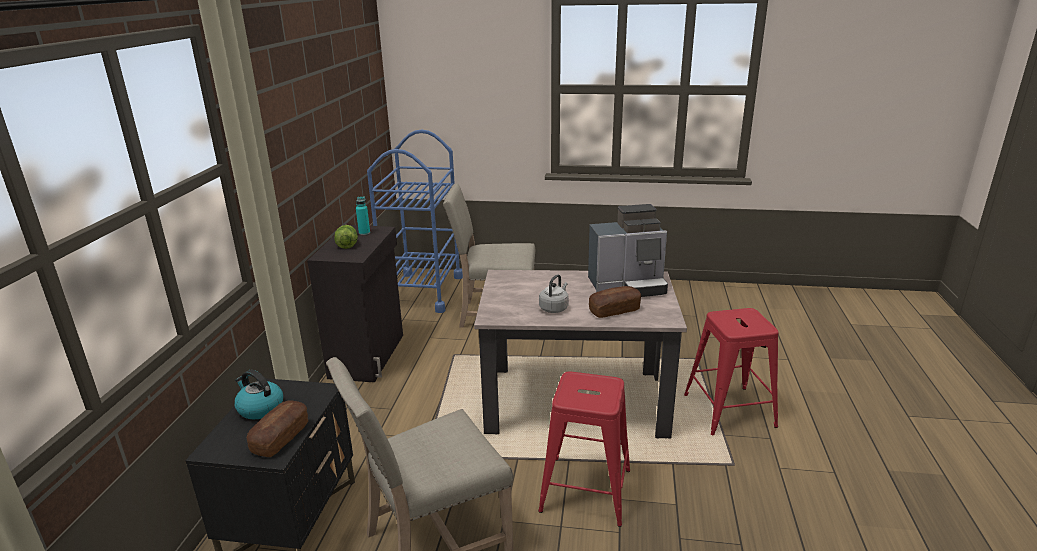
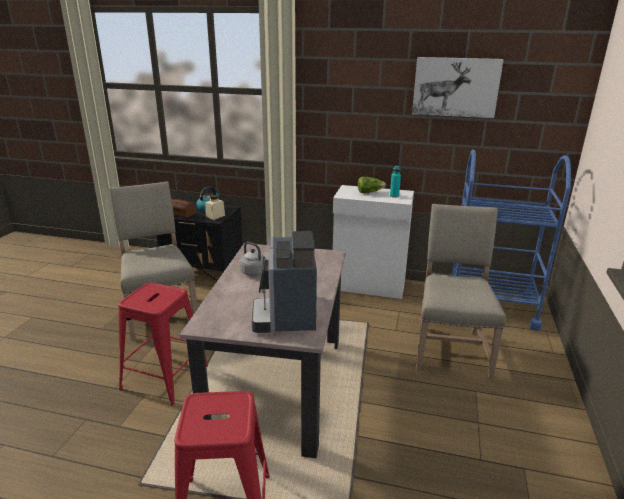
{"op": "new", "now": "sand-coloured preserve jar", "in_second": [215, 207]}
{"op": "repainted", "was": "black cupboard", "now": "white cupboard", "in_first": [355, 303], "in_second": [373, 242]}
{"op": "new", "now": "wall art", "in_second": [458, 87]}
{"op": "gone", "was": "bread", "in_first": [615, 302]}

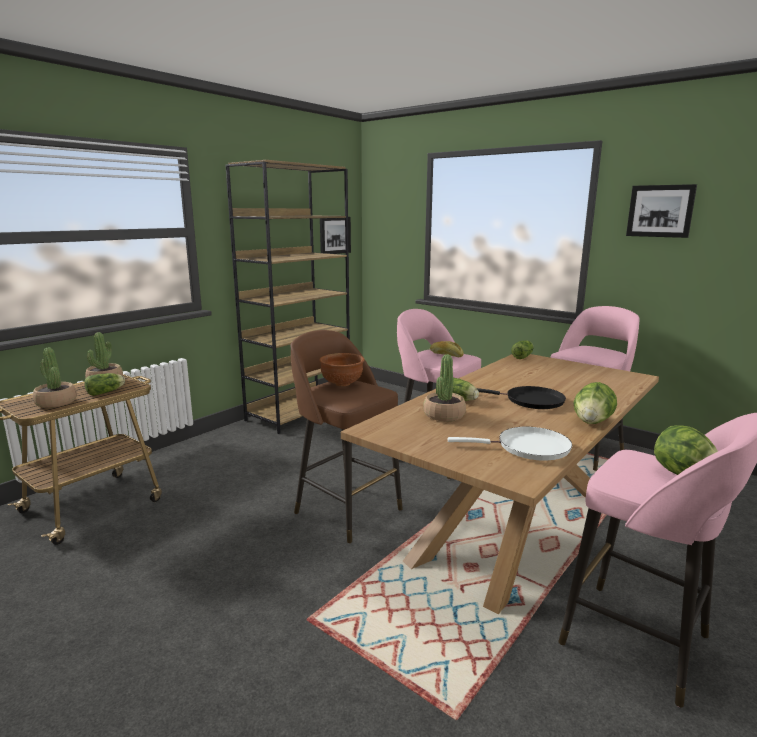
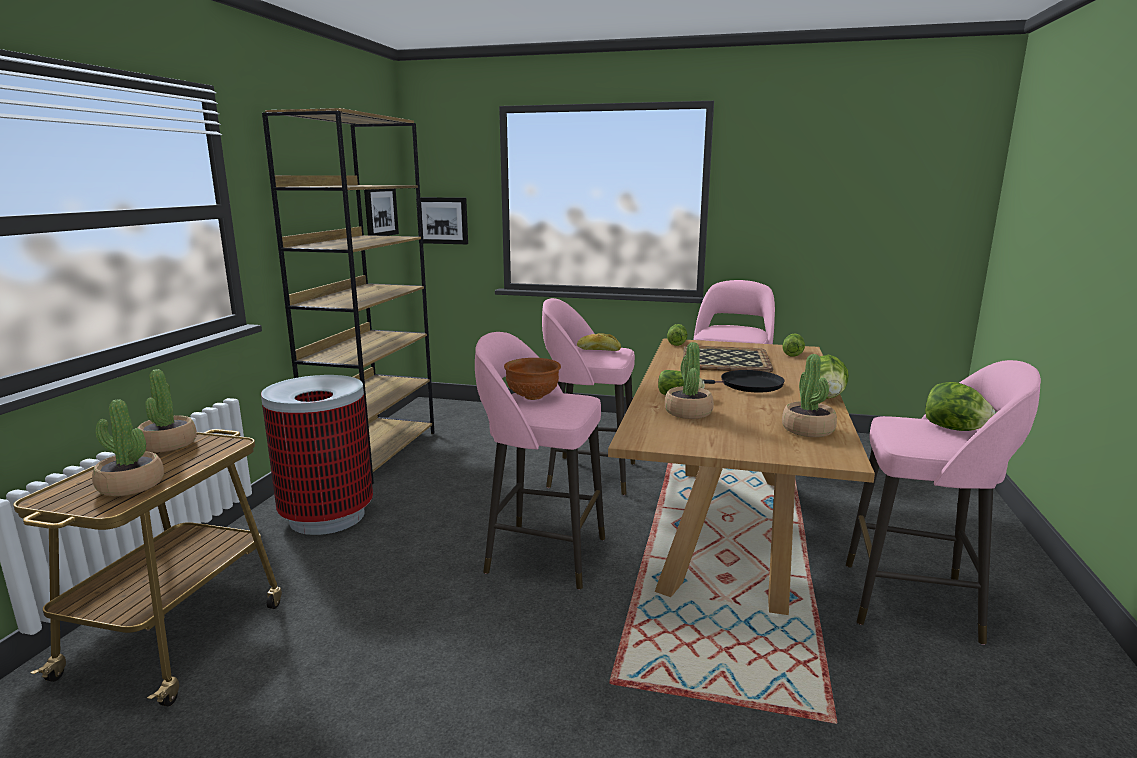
{"op": "new", "now": "waste bin", "in_second": [317, 455]}
{"op": "shifted", "was": "wall art", "in_first": [661, 211], "in_second": [442, 220]}
{"op": "repainted", "was": "brownish sitting stool", "now": "pink sitting stool", "in_first": [347, 436], "in_second": [540, 461]}
{"op": "new", "now": "carrying tray", "in_second": [728, 359]}
{"op": "shifted", "was": "lettuce head", "in_first": [104, 384], "in_second": [793, 345]}
{"op": "swapped", "was": "white pan", "now": "houseplant", "in_first": [510, 444], "in_second": [809, 395]}

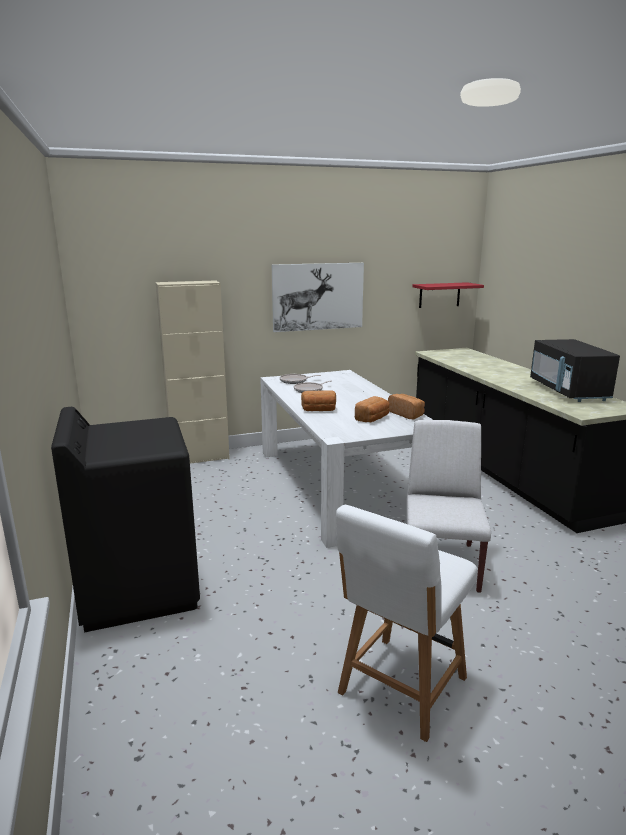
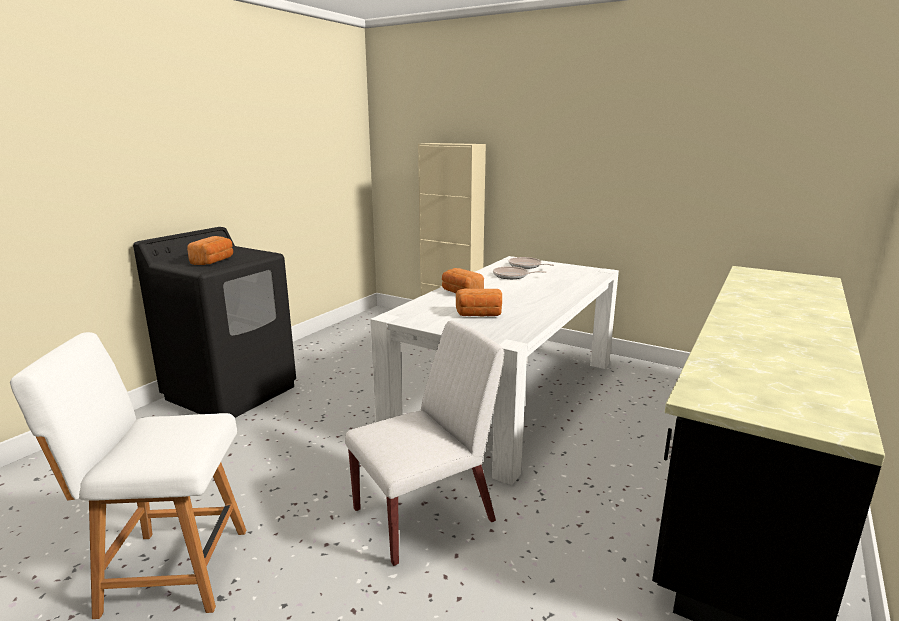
{"op": "shifted", "was": "bread", "in_first": [406, 406], "in_second": [210, 250]}
{"op": "gone", "was": "wall art", "in_first": [318, 297]}
{"op": "gone", "was": "red bracket shelf", "in_first": [448, 295]}
{"op": "gone", "was": "black microwave", "in_first": [575, 370]}

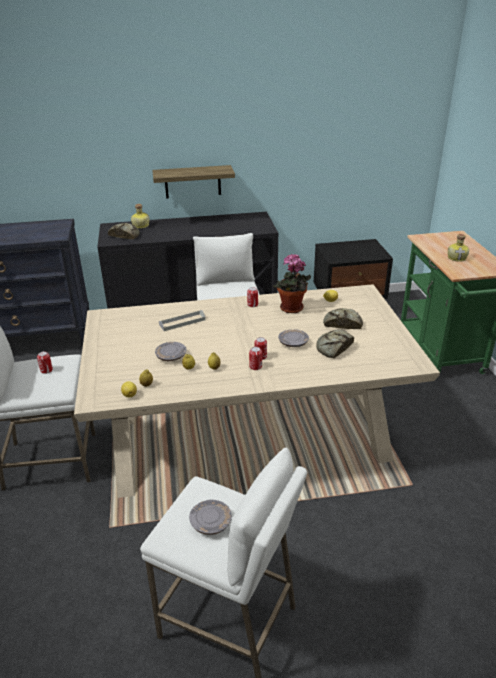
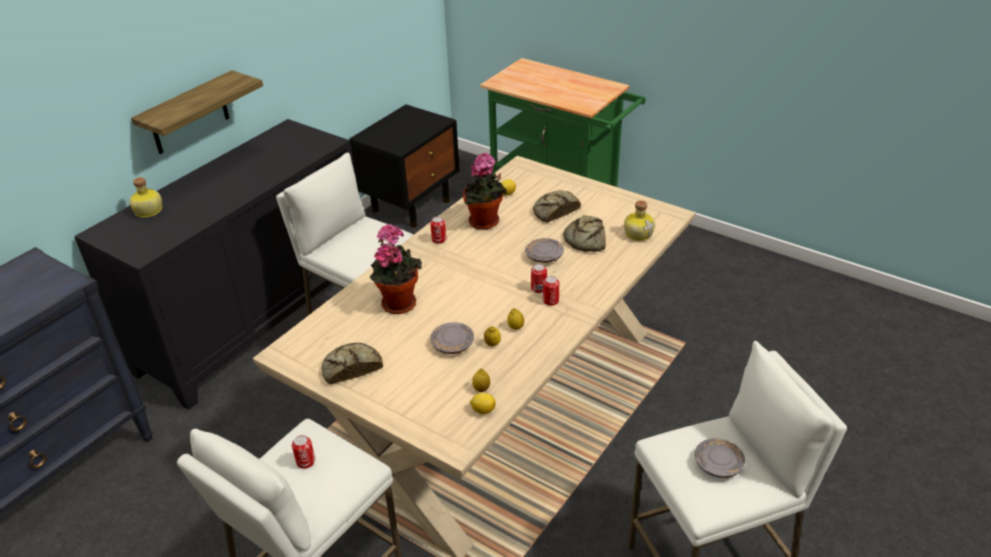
{"op": "shifted", "was": "bread", "in_first": [124, 231], "in_second": [352, 364]}
{"op": "swapped", "was": "greyish carrying tray", "now": "houseplant", "in_first": [182, 320], "in_second": [395, 269]}
{"op": "shifted", "was": "drink bottle", "in_first": [458, 248], "in_second": [639, 220]}

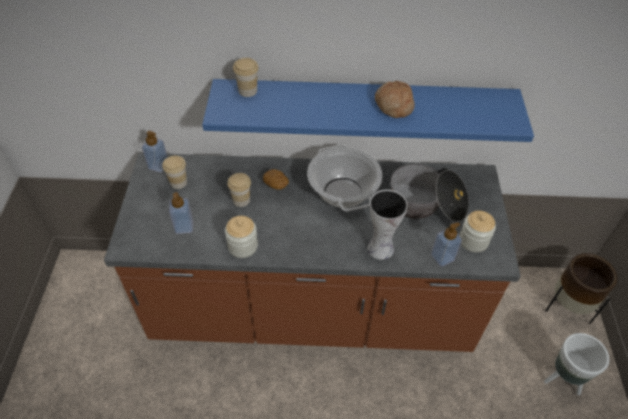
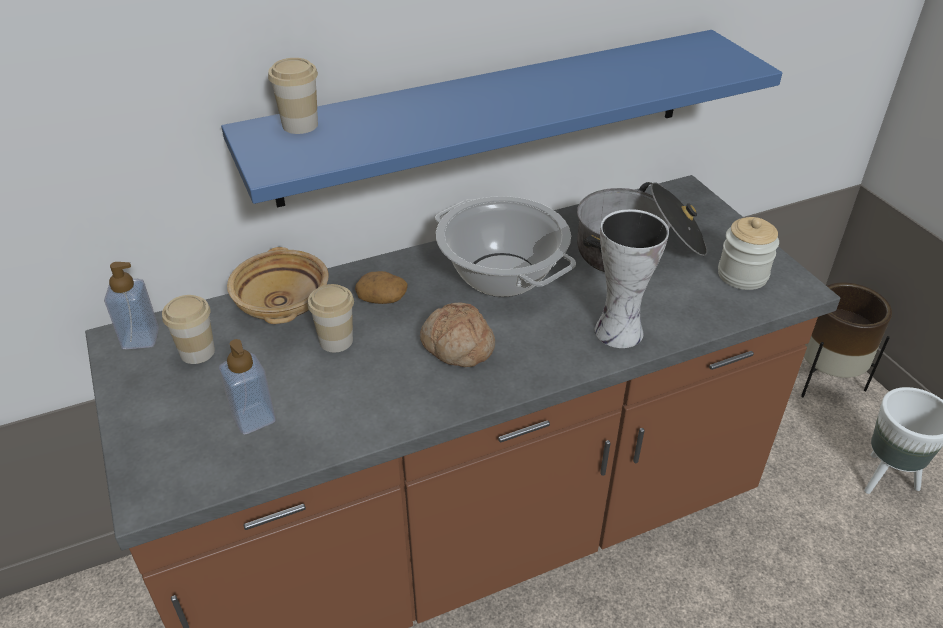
{"op": "new", "now": "sand-coloured deep dish", "in_second": [278, 285]}
{"op": "shifted", "was": "bread", "in_first": [395, 99], "in_second": [457, 335]}
{"op": "gone", "was": "preserve jar", "in_first": [241, 237]}
{"op": "gone", "was": "soap bottle", "in_first": [446, 244]}

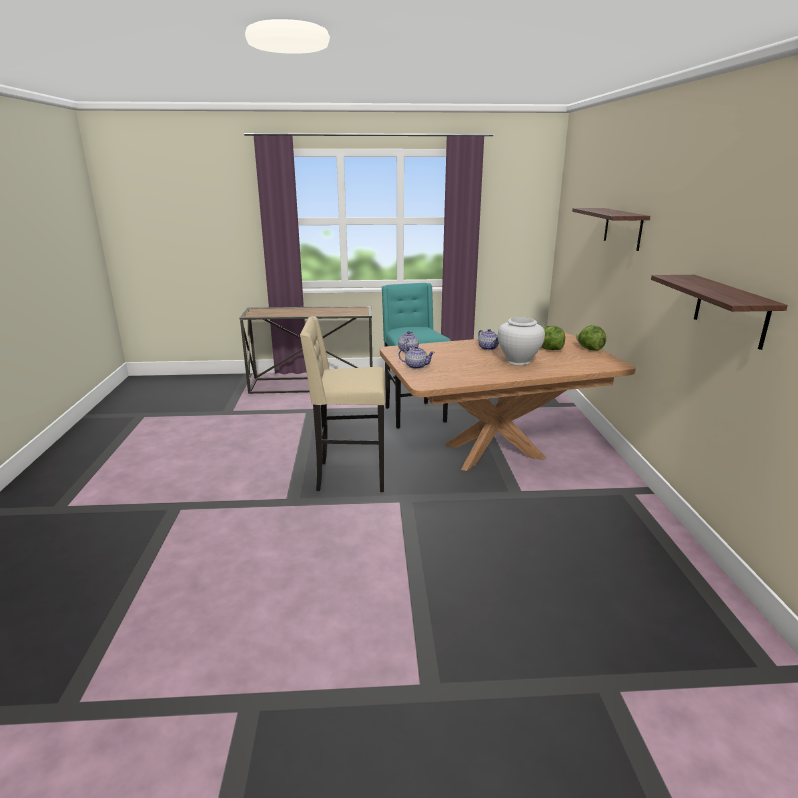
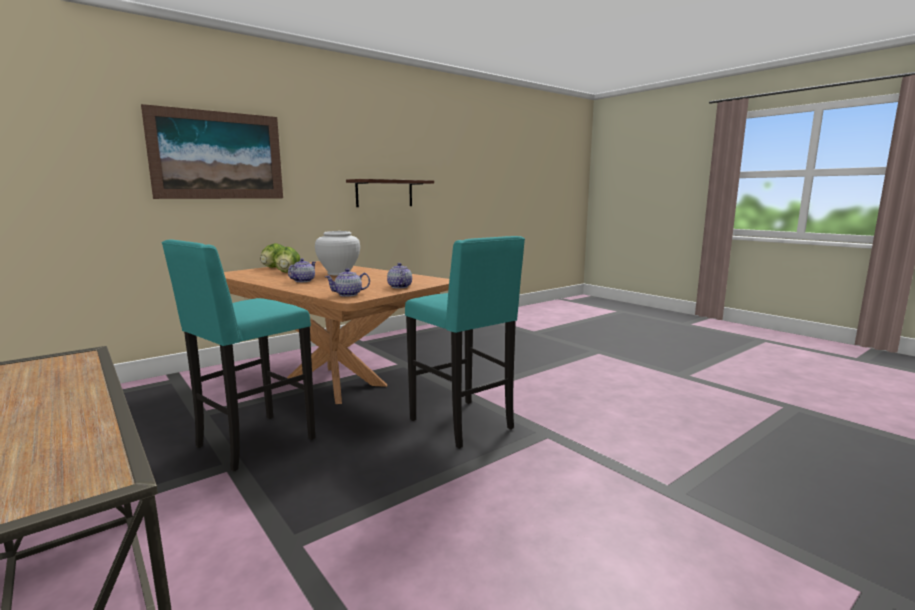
{"op": "swapped", "was": "bracket shelf", "now": "wall art", "in_first": [611, 229], "in_second": [212, 151]}
{"op": "repainted", "was": "sand-coloured sitting stool", "now": "turquoise sitting stool", "in_first": [342, 404], "in_second": [465, 342]}

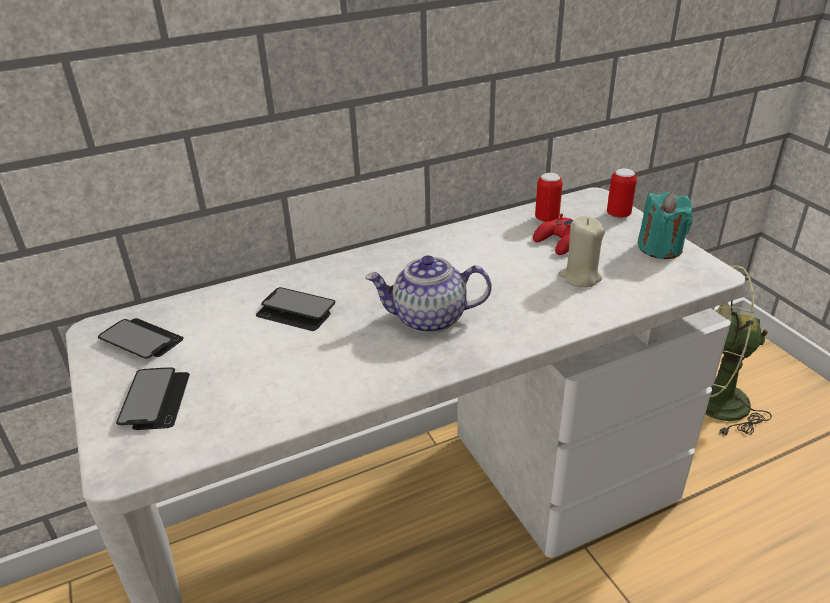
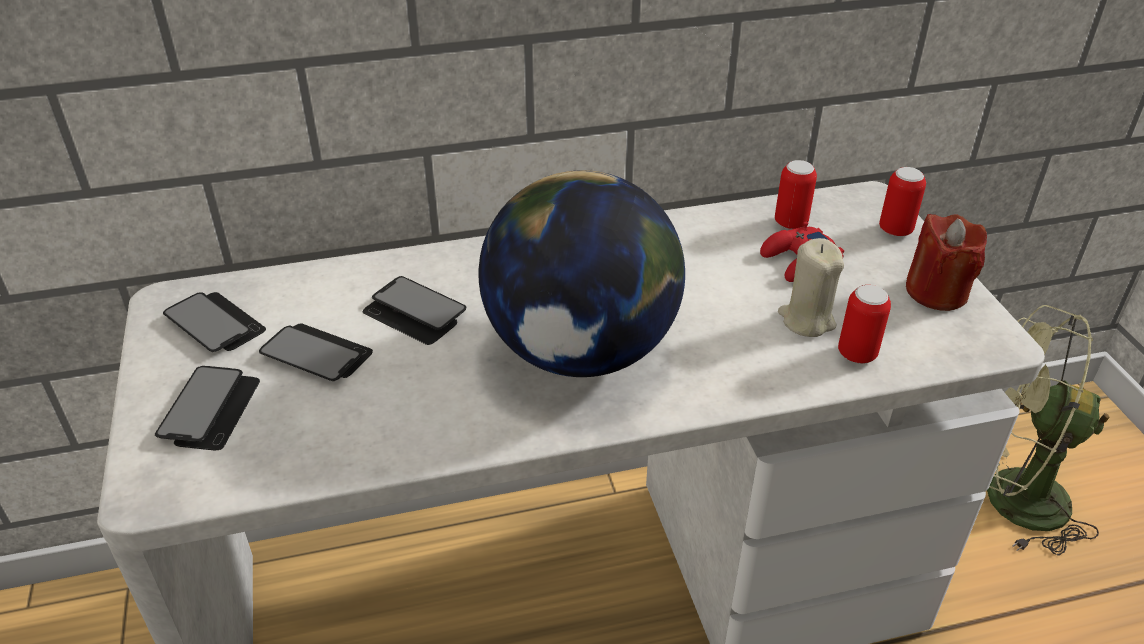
{"op": "new", "now": "telephone", "in_second": [316, 352]}
{"op": "swapped", "was": "tea pot", "now": "desk globe", "in_first": [428, 294], "in_second": [581, 273]}
{"op": "new", "now": "sealed can", "in_second": [864, 324]}
{"op": "repainted", "was": "turquoise wax light", "now": "red wax light", "in_first": [665, 225], "in_second": [946, 262]}

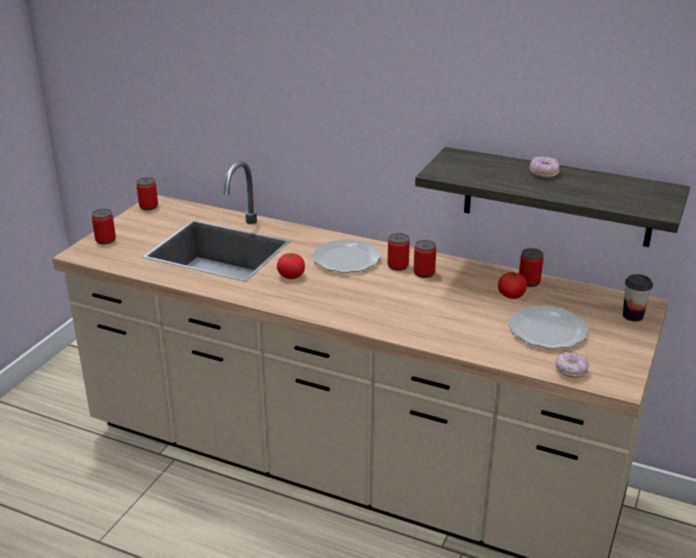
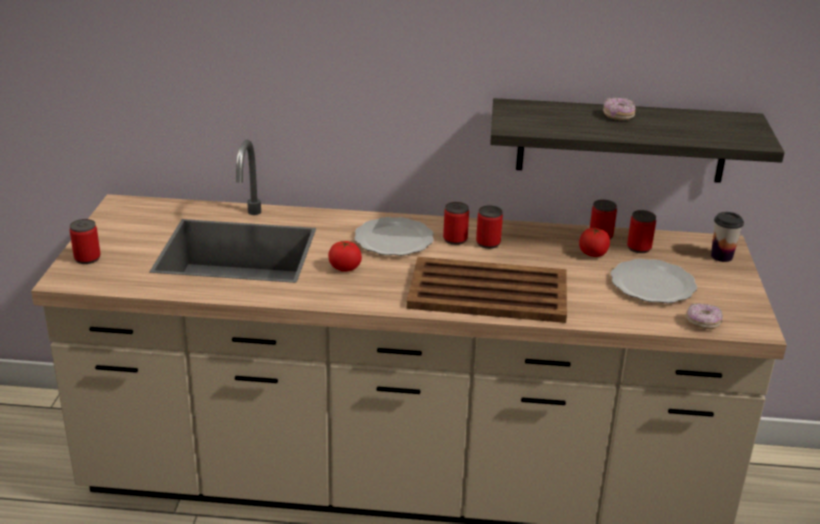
{"op": "new", "now": "brownish carrying tray", "in_second": [487, 290]}
{"op": "shifted", "was": "sealed can", "in_first": [147, 193], "in_second": [641, 231]}

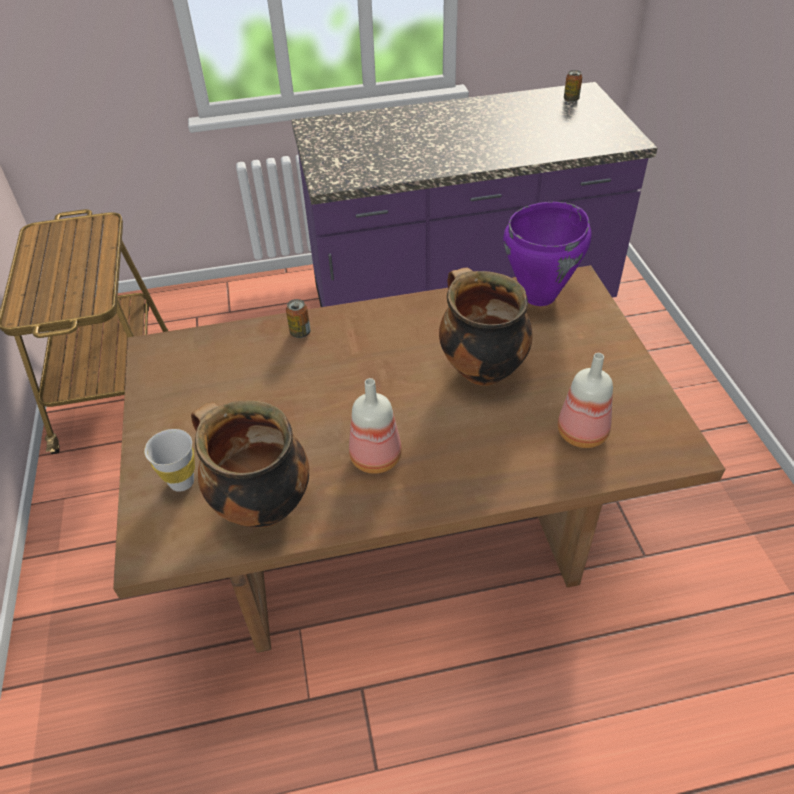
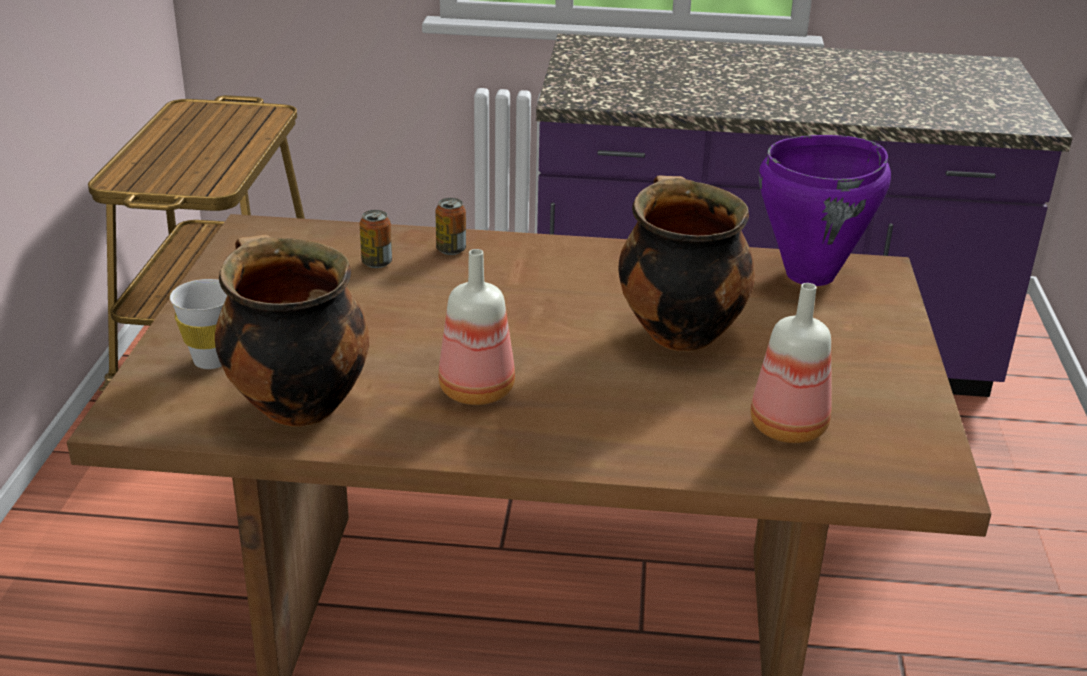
{"op": "shifted", "was": "sealed can", "in_first": [573, 86], "in_second": [376, 239]}

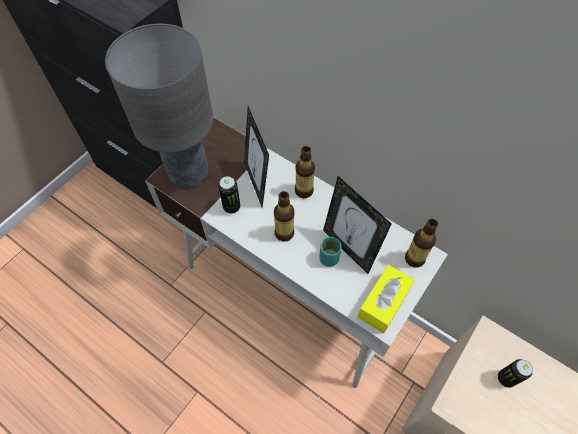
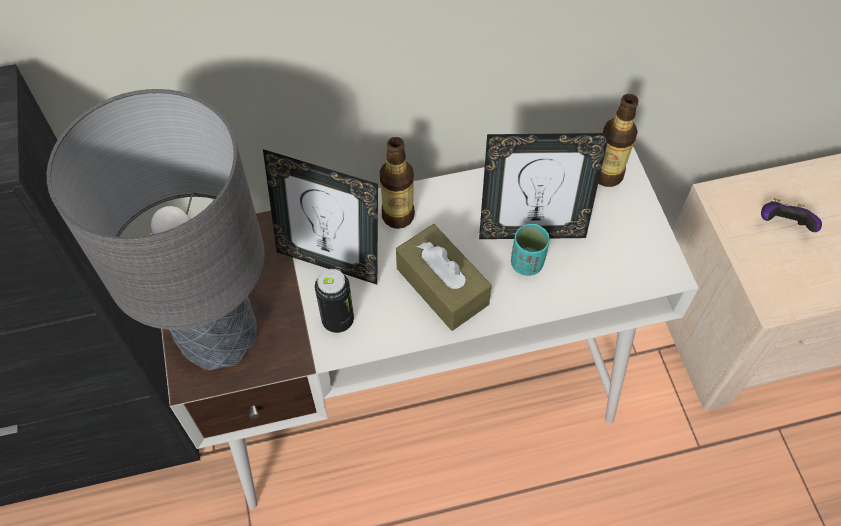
{"op": "swapped", "was": "drink bottle", "now": "brownish tissue box", "in_first": [284, 216], "in_second": [444, 277]}
{"op": "swapped", "was": "sealed can", "now": "joypad", "in_first": [515, 373], "in_second": [791, 215]}
{"op": "gone", "was": "yellowish tissue box", "in_first": [386, 299]}

